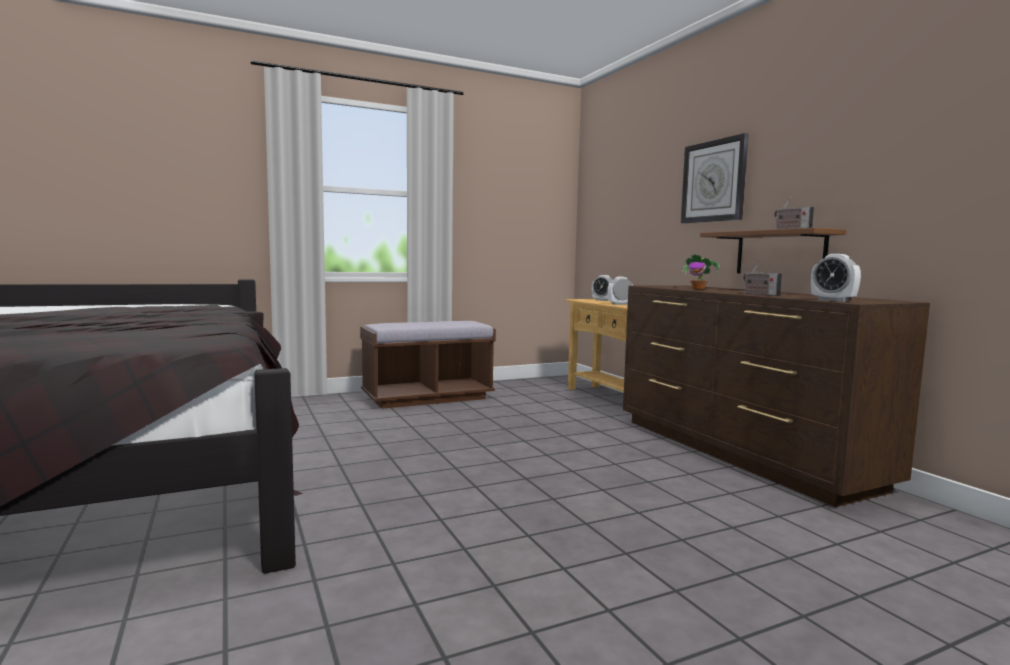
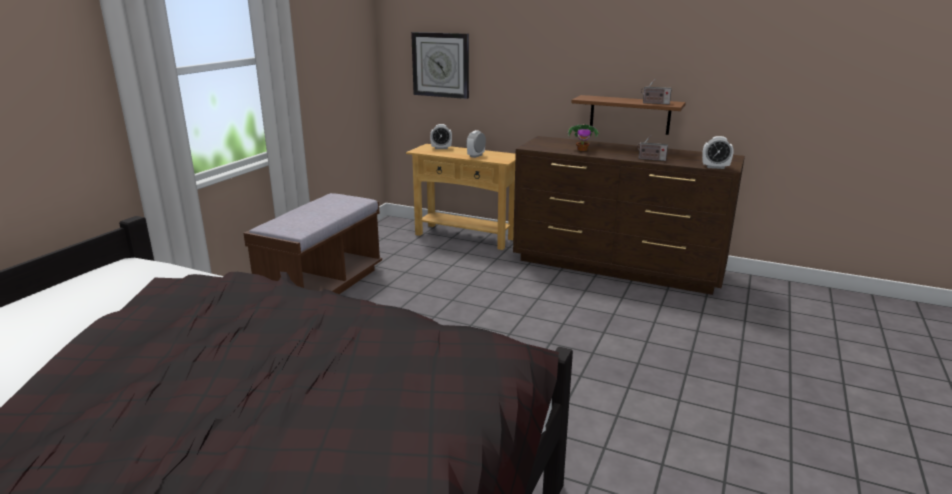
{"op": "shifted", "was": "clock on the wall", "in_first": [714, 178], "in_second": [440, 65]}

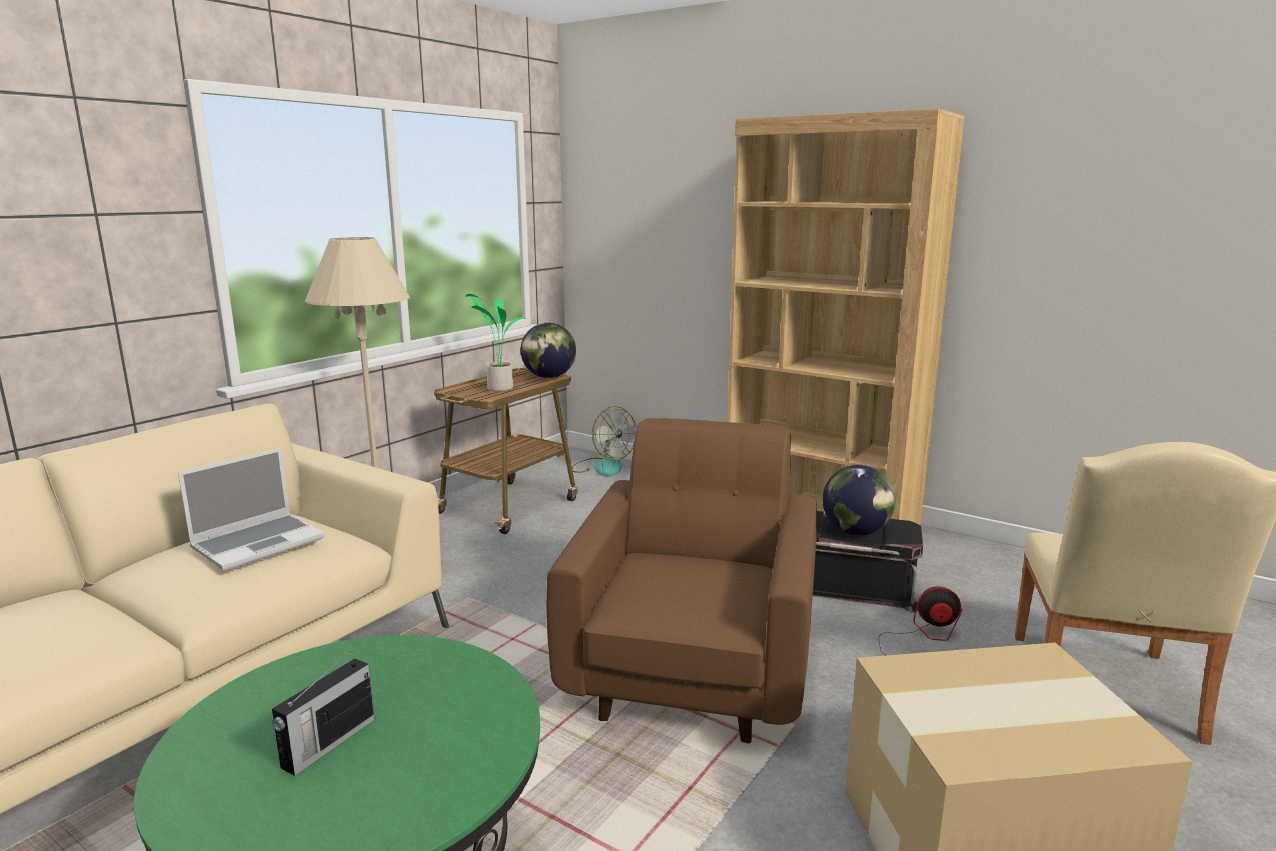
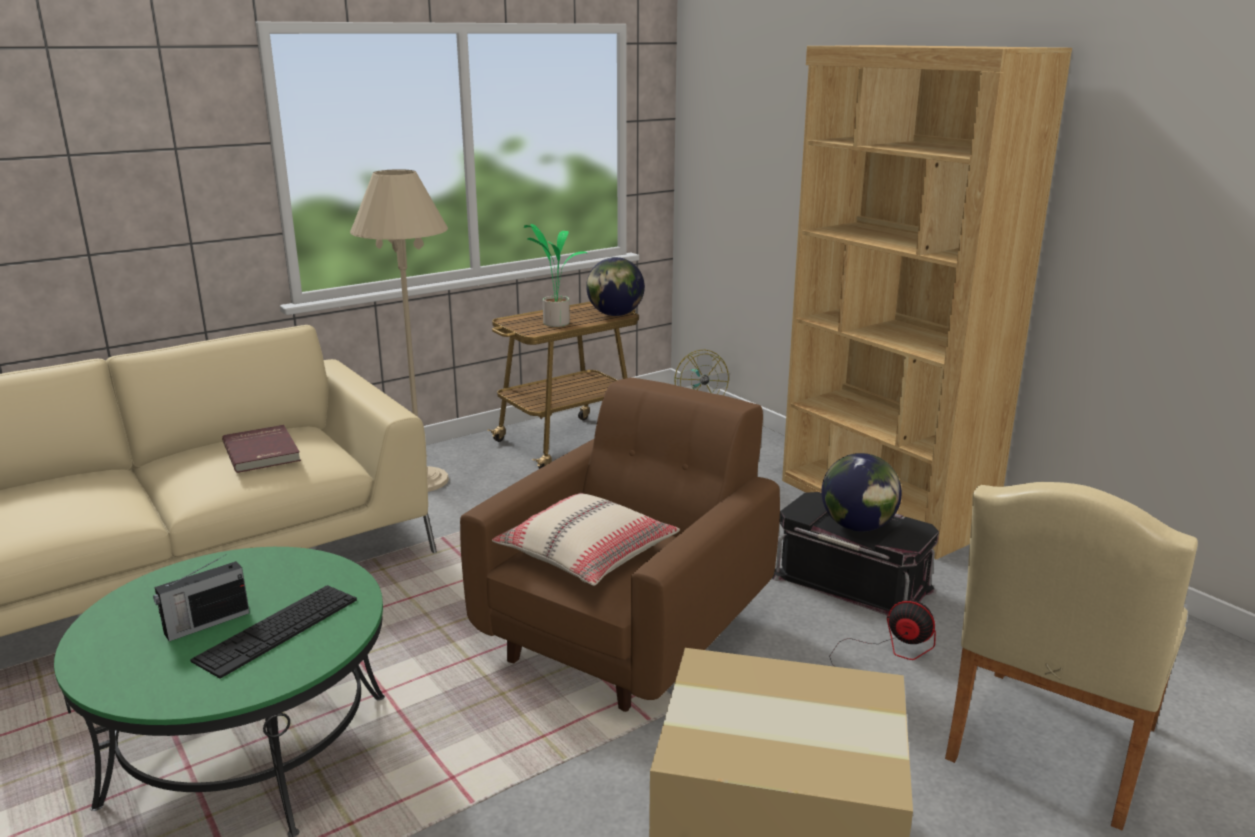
{"op": "new", "now": "keyboard", "in_second": [273, 632]}
{"op": "swapped", "was": "notebook computer", "now": "red book", "in_first": [251, 509], "in_second": [261, 449]}
{"op": "new", "now": "sand-coloured pillow", "in_second": [586, 539]}

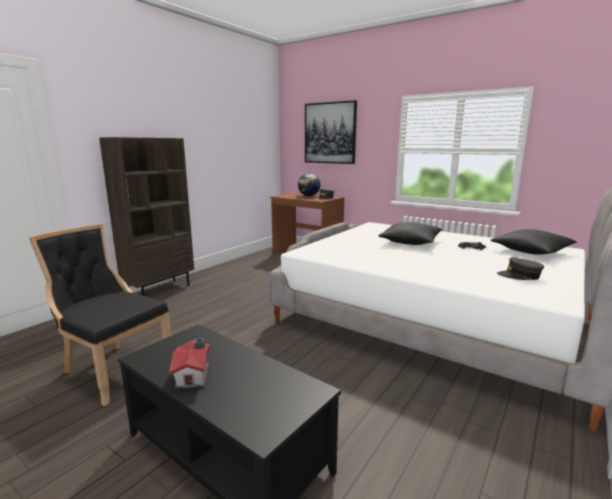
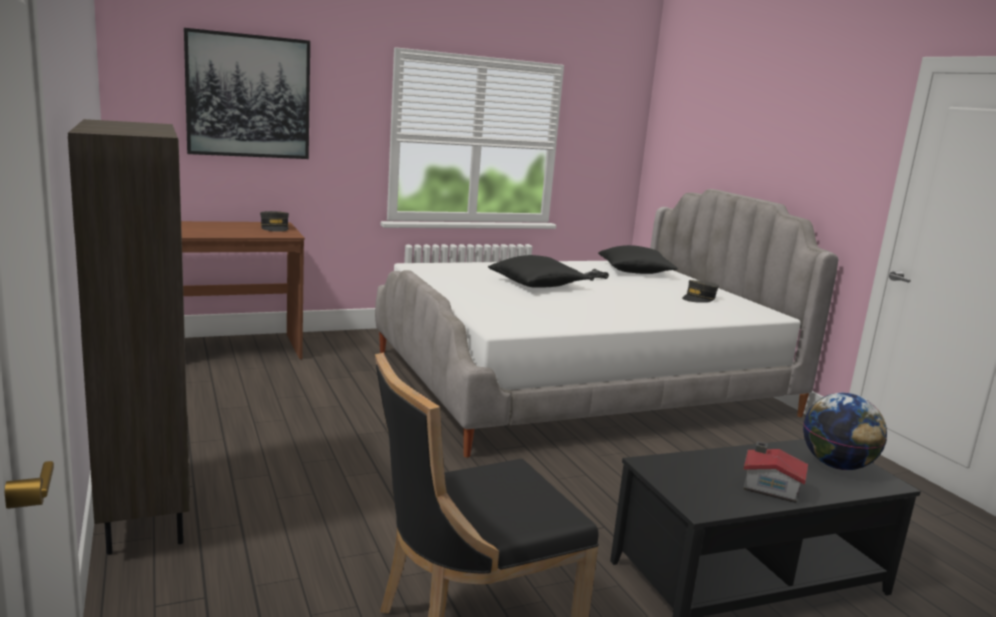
{"op": "shifted", "was": "desk globe", "in_first": [309, 184], "in_second": [845, 431]}

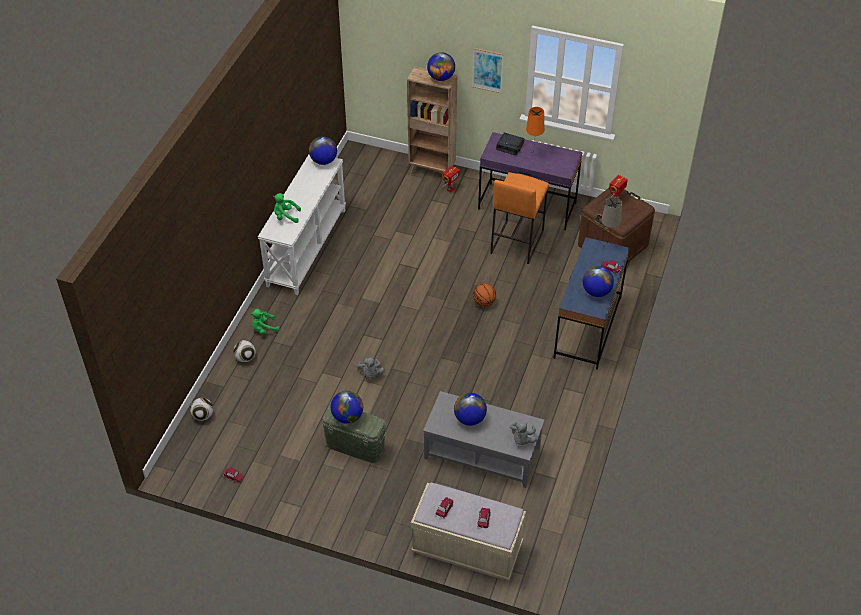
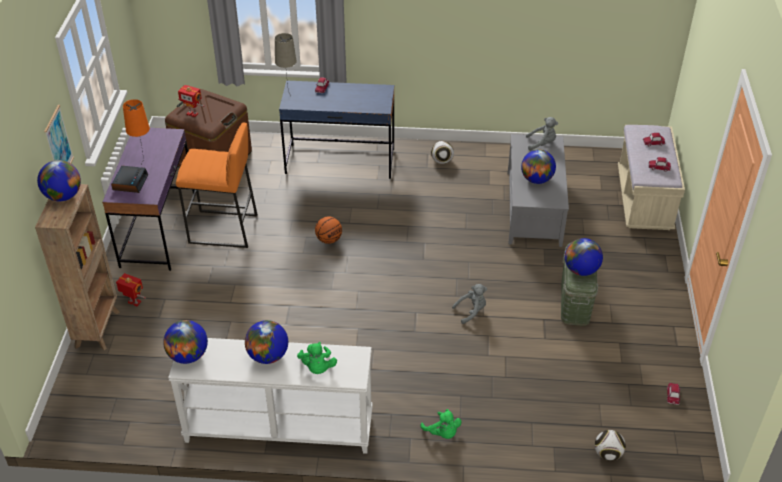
{"op": "shifted", "was": "desk globe", "in_first": [598, 281], "in_second": [266, 342]}
{"op": "shifted", "was": "football ball", "in_first": [244, 351], "in_second": [442, 152]}

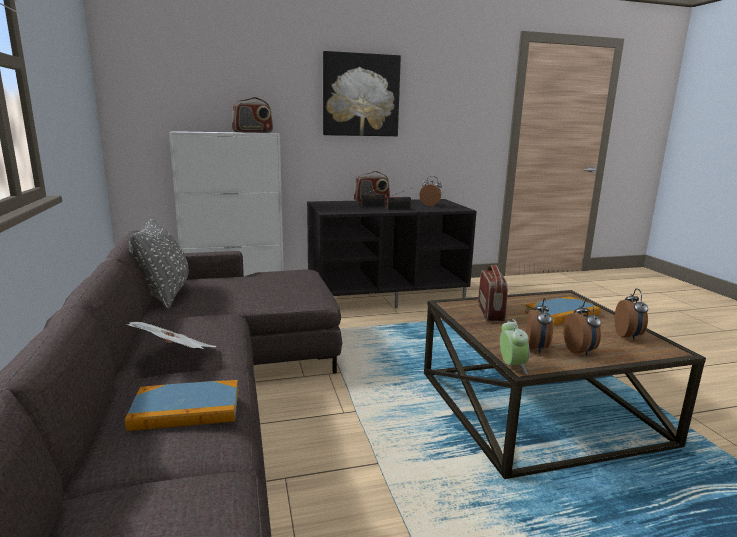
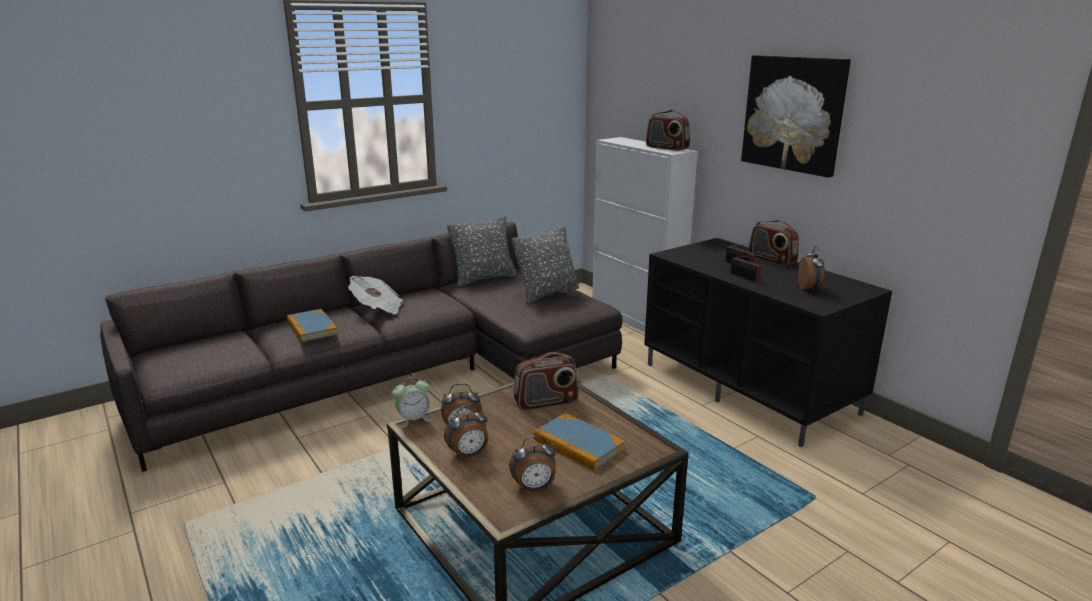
{"op": "new", "now": "greyish pillow", "in_second": [545, 265]}

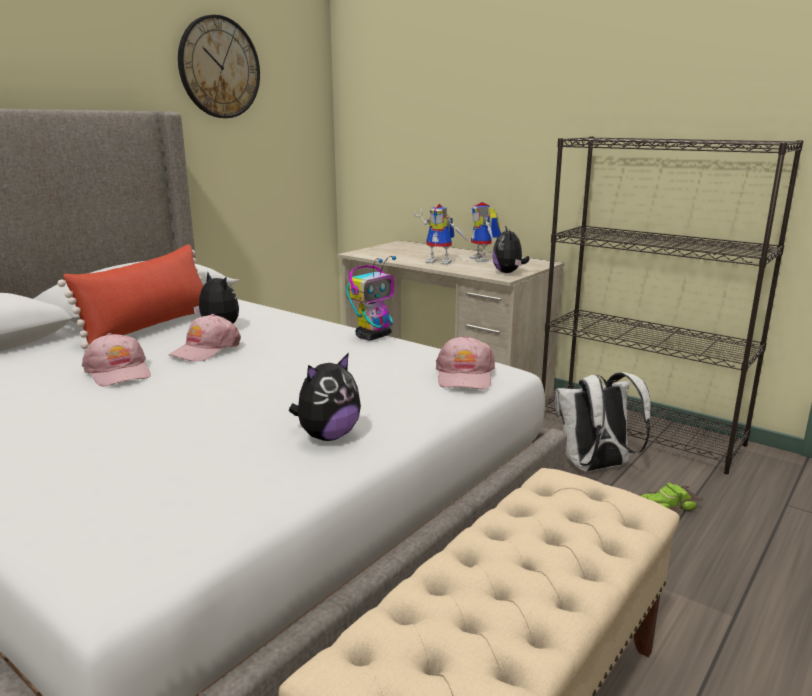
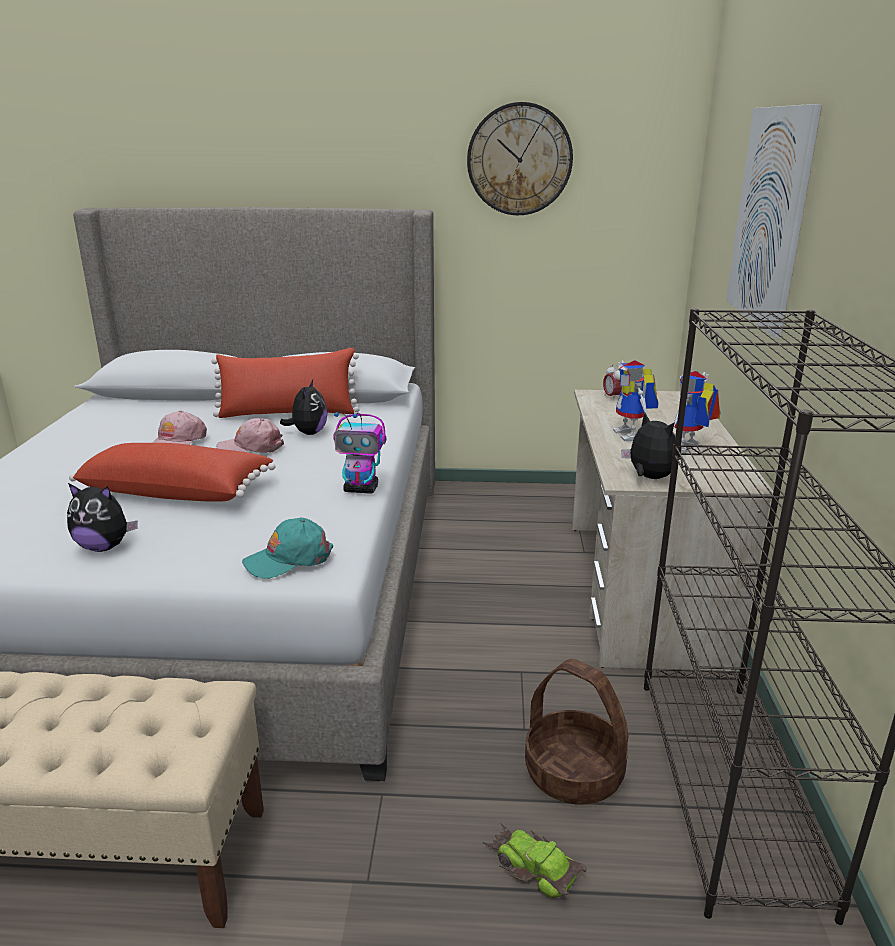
{"op": "new", "now": "red pillow", "in_second": [172, 472]}
{"op": "repainted", "was": "pink cap", "now": "turquoise cap", "in_first": [465, 362], "in_second": [287, 548]}
{"op": "swapped", "was": "white backpack", "now": "storage basket", "in_first": [603, 422], "in_second": [577, 731]}
{"op": "new", "now": "table clock", "in_second": [612, 381]}
{"op": "rotated", "was": "cuddly toy", "in_first": [511, 249], "in_second": [648, 446], "clockwise": 90}
{"op": "new", "now": "wall art", "in_second": [774, 221]}

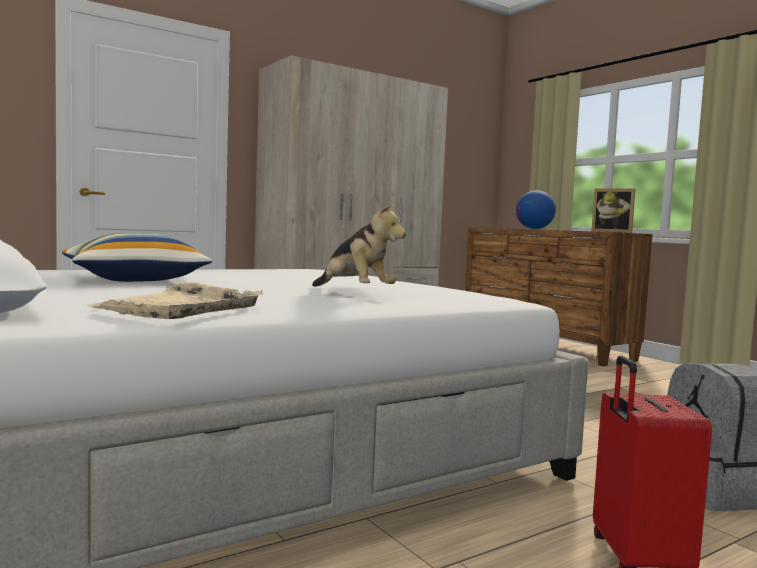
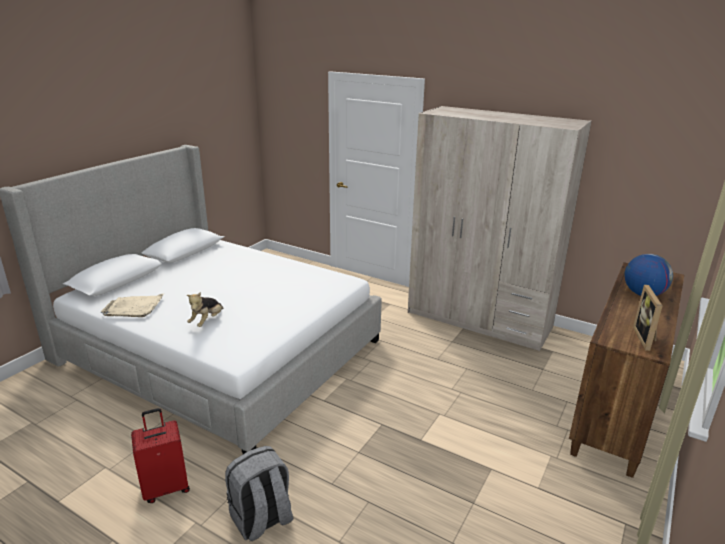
{"op": "gone", "was": "pillow", "in_first": [137, 257]}

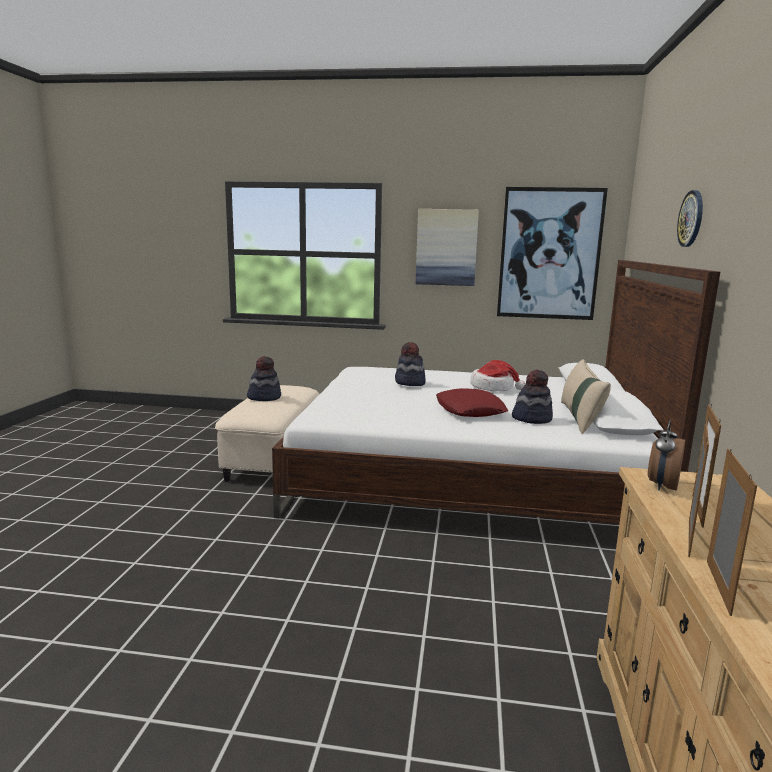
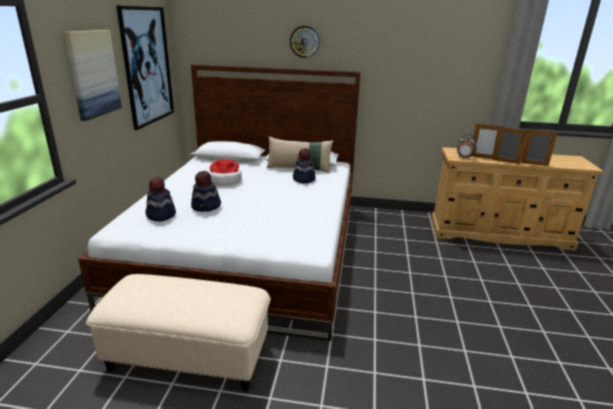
{"op": "shifted", "was": "clothing hat", "in_first": [264, 378], "in_second": [160, 199]}
{"op": "gone", "was": "red pillow", "in_first": [472, 402]}

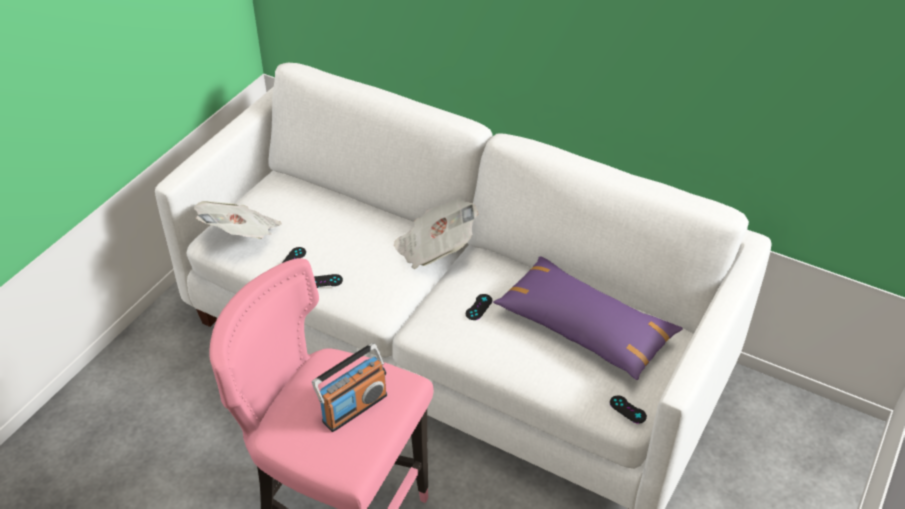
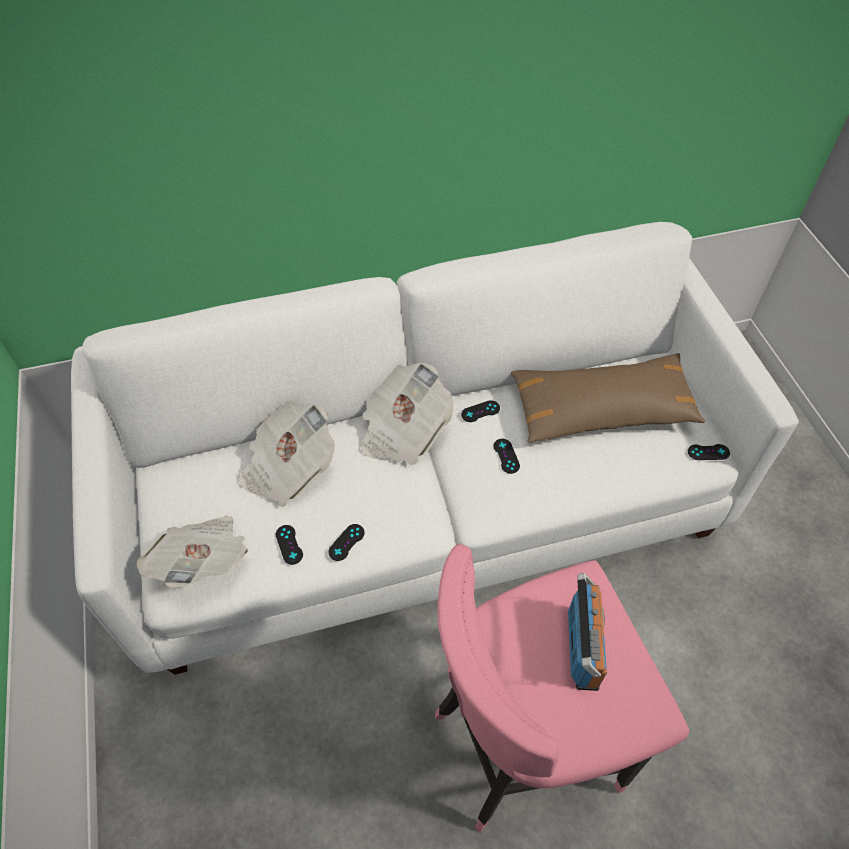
{"op": "new", "now": "printed paper", "in_second": [286, 454]}
{"op": "new", "now": "black joypad", "in_second": [481, 411]}
{"op": "repainted", "was": "purple-coloured pillow", "now": "brownish pillow", "in_first": [588, 318], "in_second": [608, 398]}

